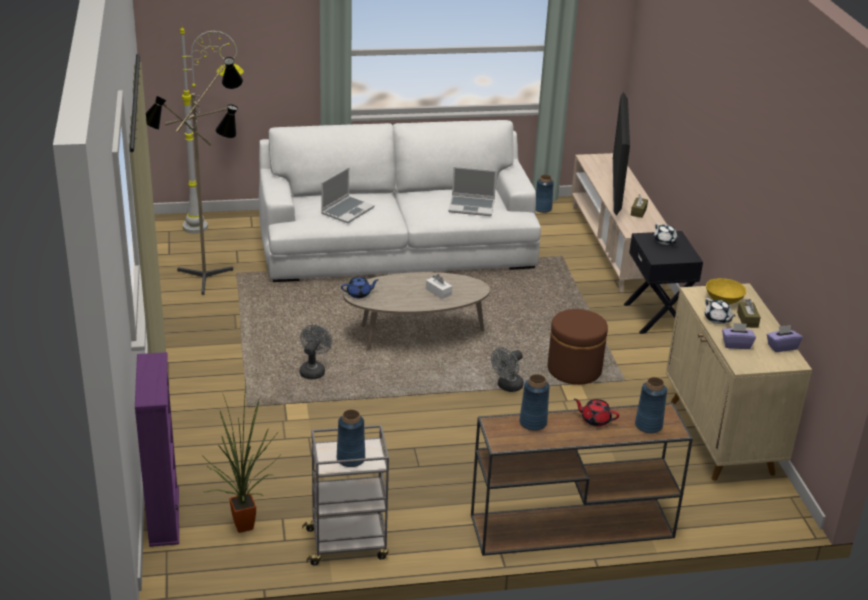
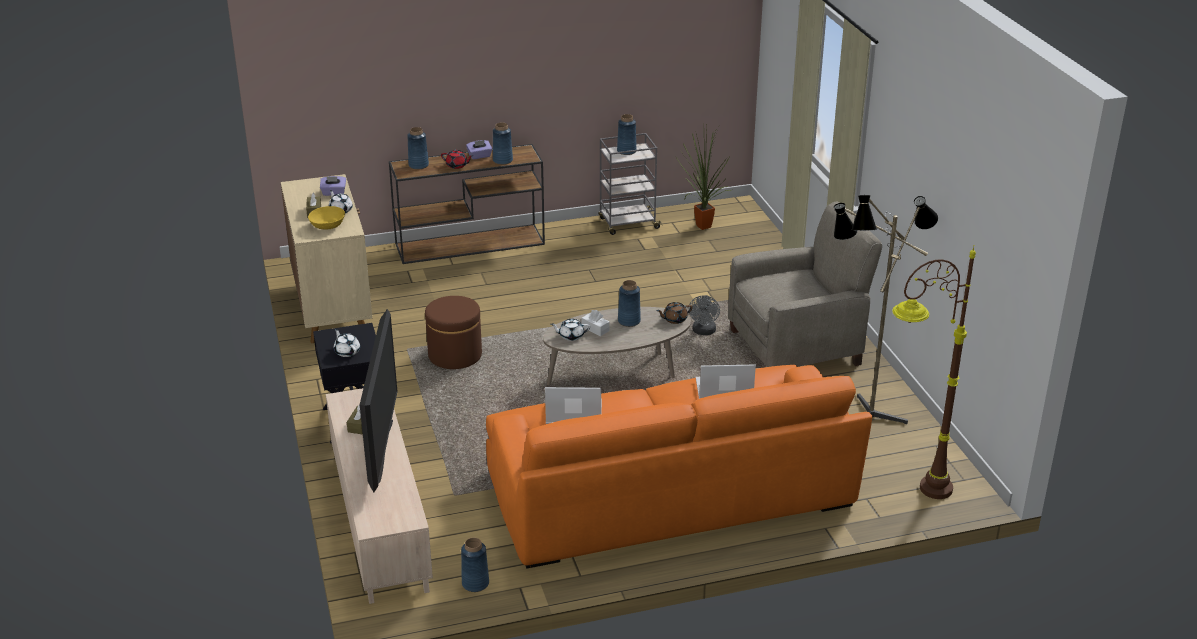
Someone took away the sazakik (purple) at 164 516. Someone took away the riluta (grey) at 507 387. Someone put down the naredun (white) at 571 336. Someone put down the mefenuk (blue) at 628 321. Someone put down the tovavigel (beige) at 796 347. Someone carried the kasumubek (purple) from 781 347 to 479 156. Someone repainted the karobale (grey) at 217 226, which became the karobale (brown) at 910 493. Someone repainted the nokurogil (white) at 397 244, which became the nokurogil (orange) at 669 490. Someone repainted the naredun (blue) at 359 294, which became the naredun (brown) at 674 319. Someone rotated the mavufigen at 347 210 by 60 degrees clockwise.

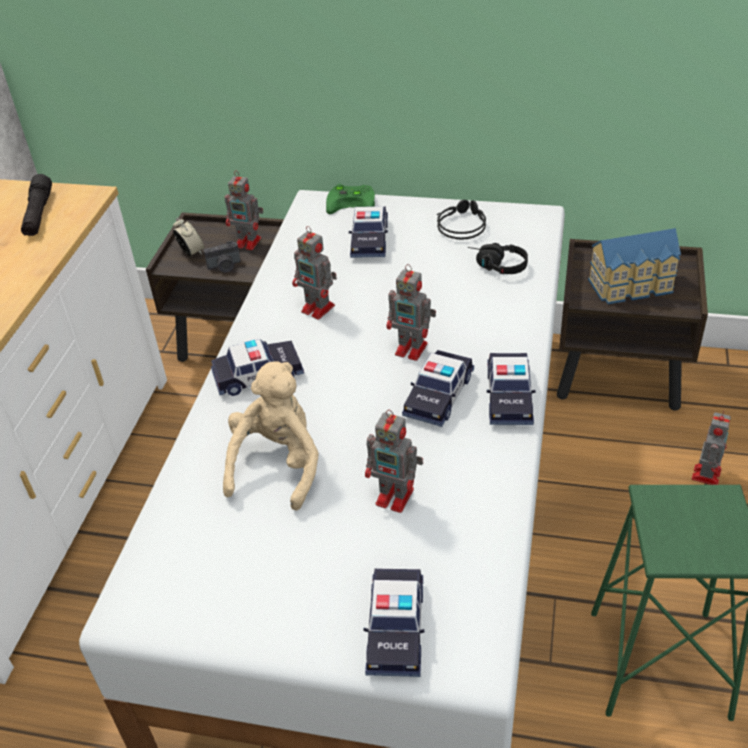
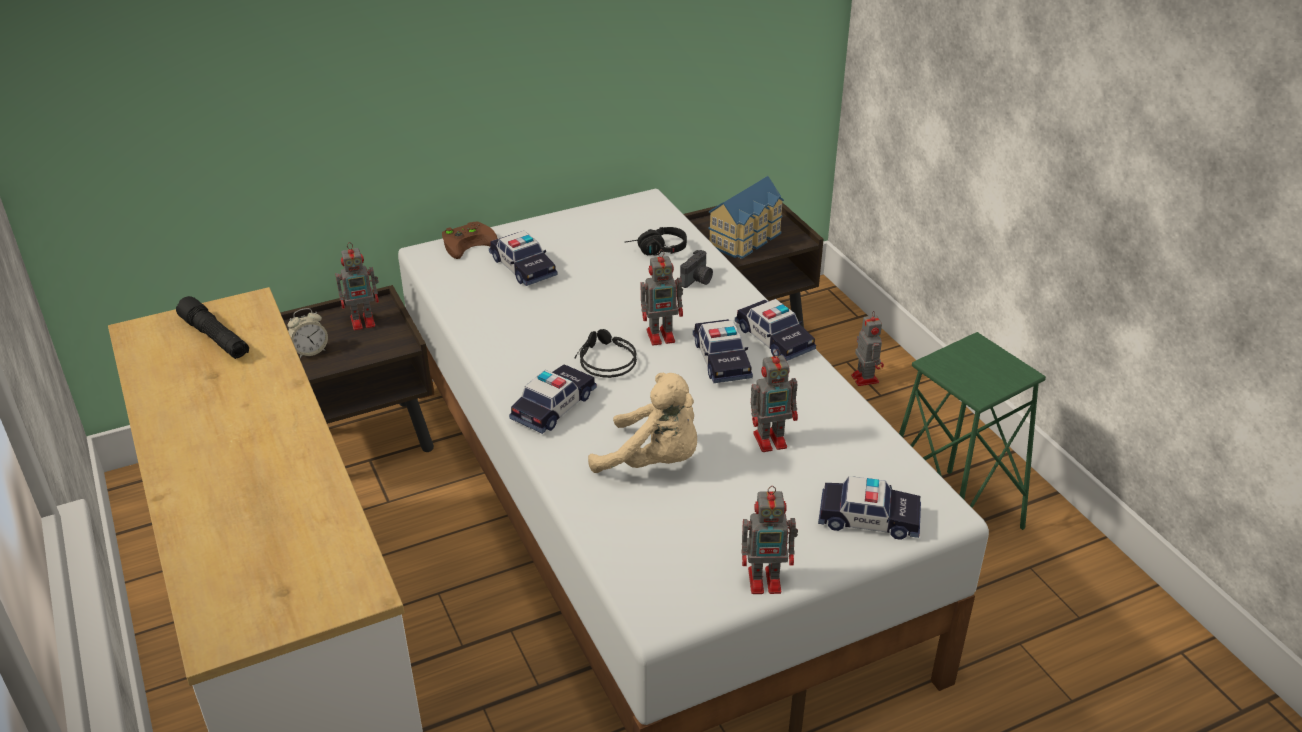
Someone carried the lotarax from 224 266 to 697 280. Someone carried the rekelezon from 319 309 to 766 580. Someone carried the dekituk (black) from 461 225 to 604 360. Someone repainted the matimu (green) at 353 202, which became the matimu (brown) at 469 242. Someone rotated the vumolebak at 191 252 by 135 degrees clockwise. Someone rotated the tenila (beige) at 277 465 by 135 degrees clockwise. Someone rotated the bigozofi at 395 628 by 45 degrees counterclockwise.

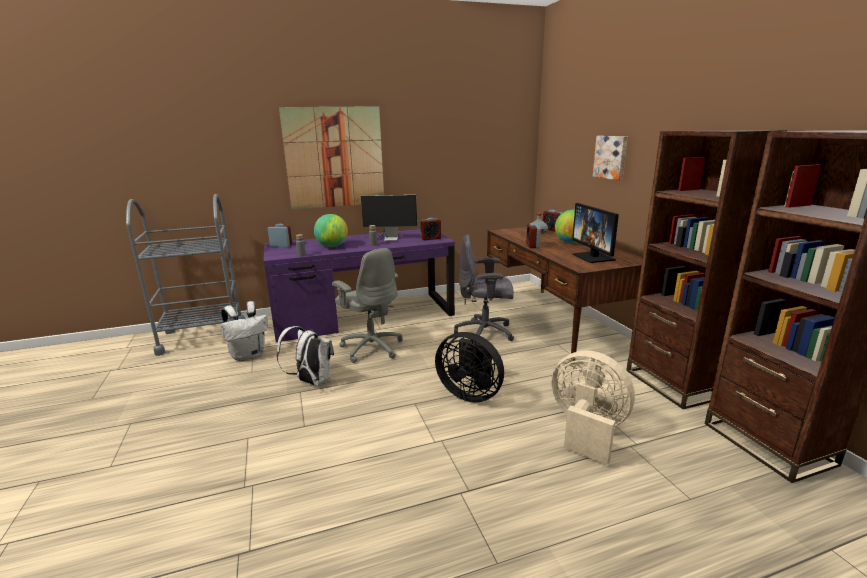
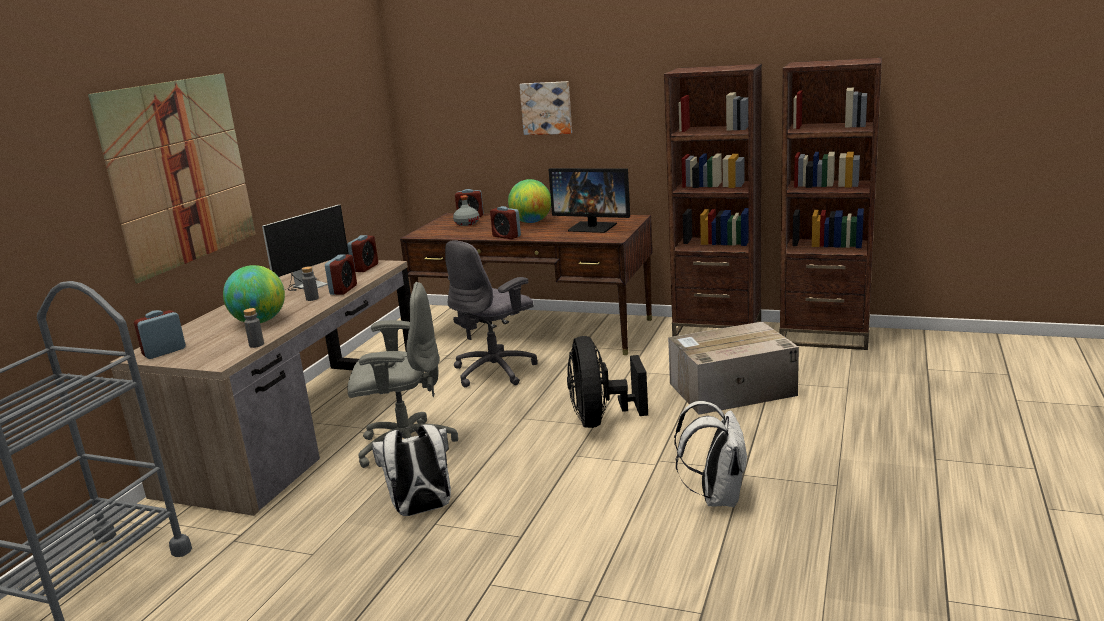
Someone put down the vumolebak at 343 290. Someone carried the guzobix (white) from 248 355 to 716 497. Someone swapped the riluta (beige) at 586 430 for the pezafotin at 730 390. Someone repainted the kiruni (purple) at 364 316, which became the kiruni (brown) at 302 428. Someone rotated the riluta (black) at 470 393 by 105 degrees clockwise.

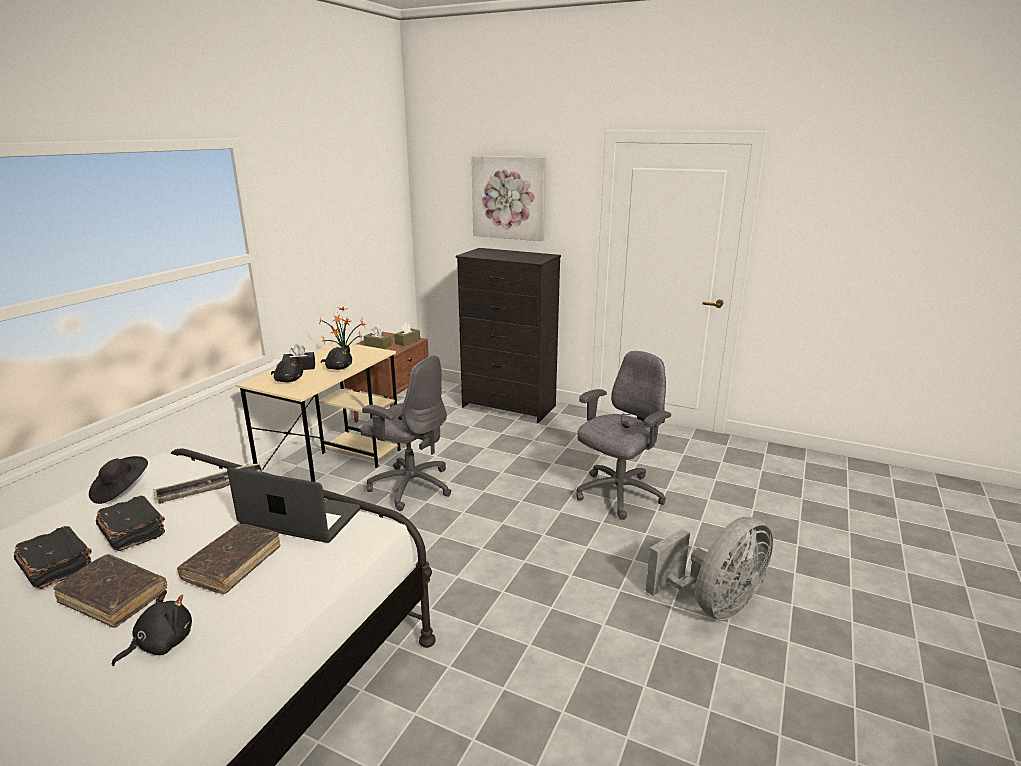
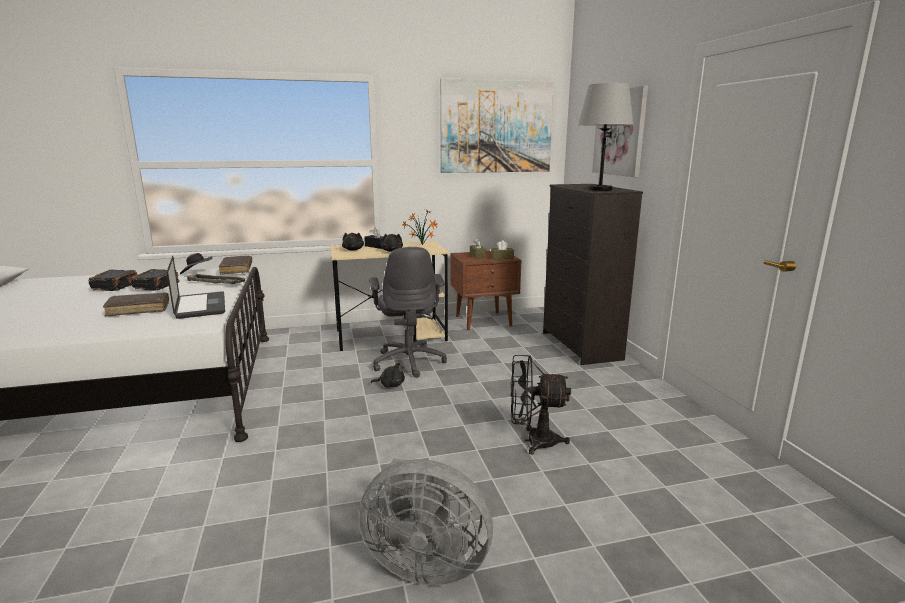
Someone put up the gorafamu at 496 127. Someone put down the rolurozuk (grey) at 599 189. Someone carried the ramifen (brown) from 113 597 to 236 269. Someone carried the tenila (black) from 161 644 to 390 385. Someone swapped the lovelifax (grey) at 618 495 for the riluta (black) at 533 441.

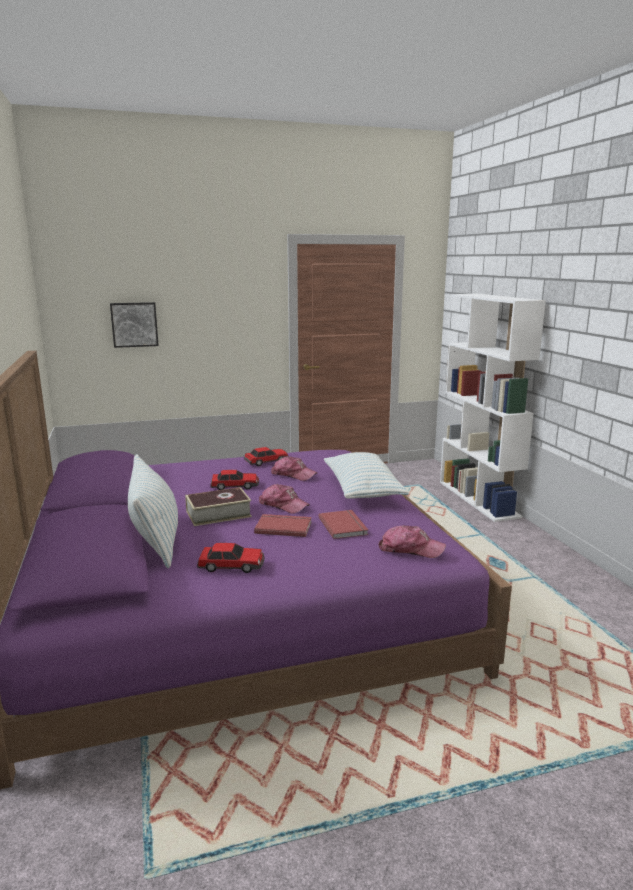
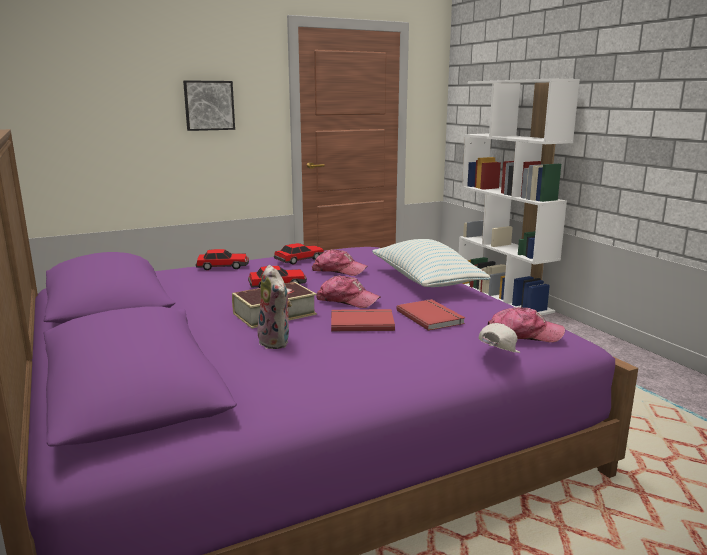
Someone took away the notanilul at 155 538. Someone put down the tenila at 277 342. Someone put down the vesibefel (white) at 496 356. Someone carried the gorafamu from 134 324 to 209 105. Someone carried the bigozofi from 232 566 to 223 266.

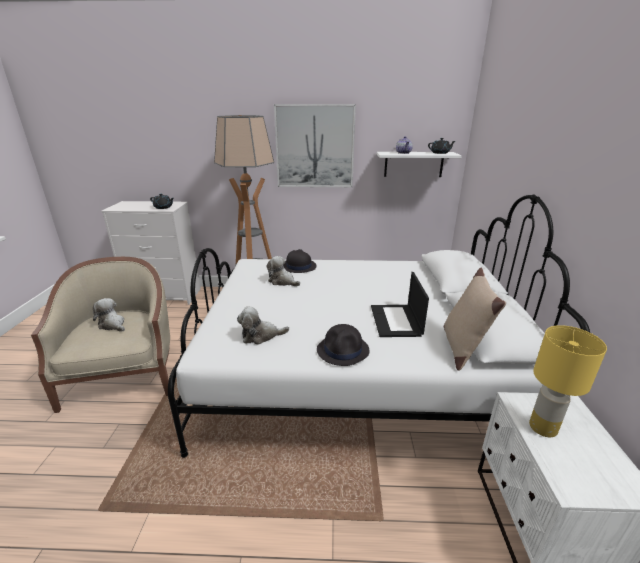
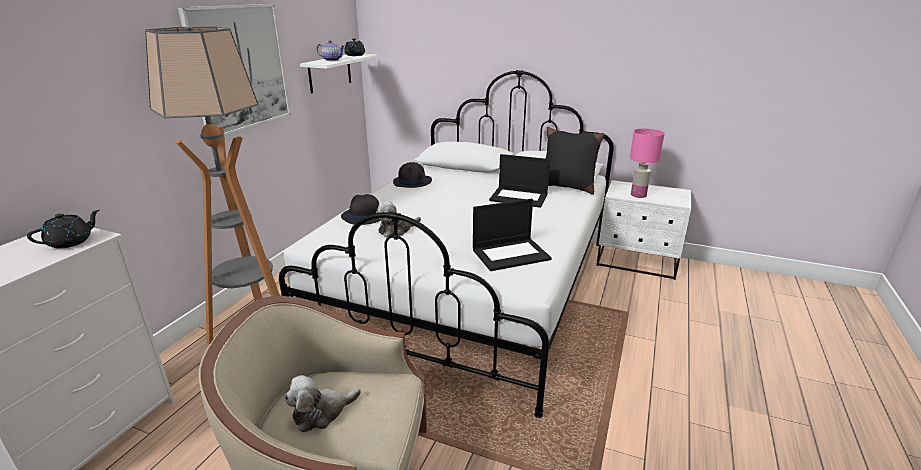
Someone carried the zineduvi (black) from 343 350 to 412 181. Someone swapped the tenila at 261 336 for the mavufigen at 511 254. Someone repainted the notanilul (beige) at 462 347, which became the notanilul (black) at 567 187. Someone repainted the rolurozuk (yellow) at 543 427, which became the rolurozuk (pink) at 638 195.

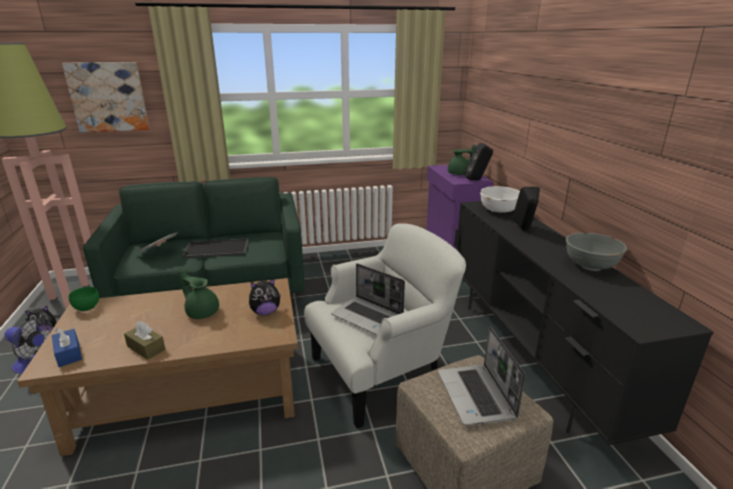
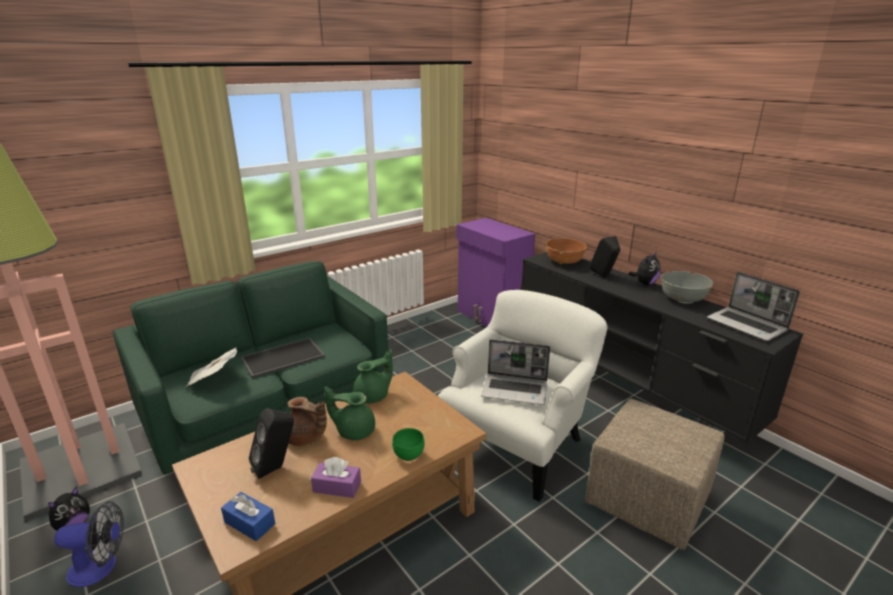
Someone took away the gorafamu at 108 97. Someone put down the naredun (brown) at 306 439. Someone carried the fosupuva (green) from 86 307 to 407 455. Someone carried the tenila from 265 312 to 645 283. Someone carried the mavufigen from 476 396 to 747 325. Someone carried the naredun (green) from 459 174 to 373 396. Someone carried the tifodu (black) from 477 179 to 276 468. Someone repainted the kasumubek (brown) at 146 348, which became the kasumubek (purple) at 337 487. Someone repainted the fosupuva (white) at 499 210, which became the fosupuva (brown) at 564 262.

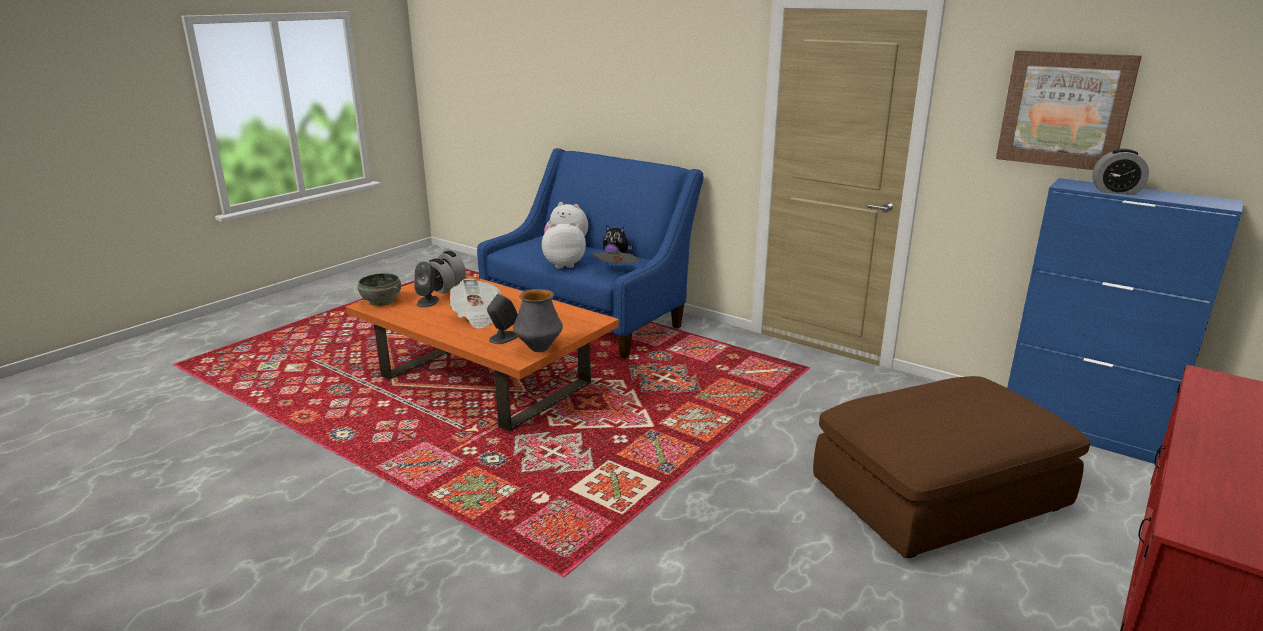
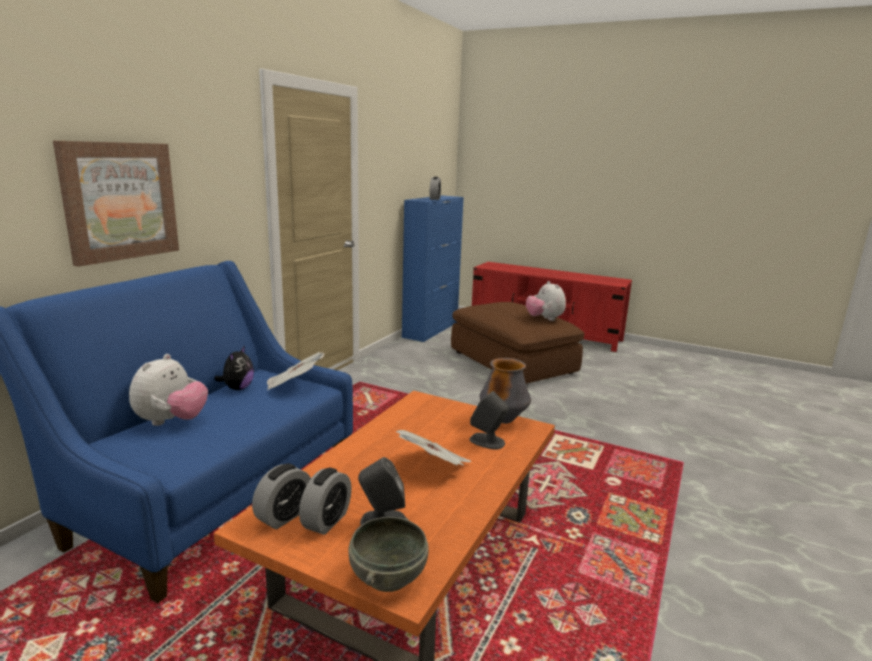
Someone carried the tenila from 563 265 to 544 319. Someone carried the gorafamu from 1065 109 to 120 201.

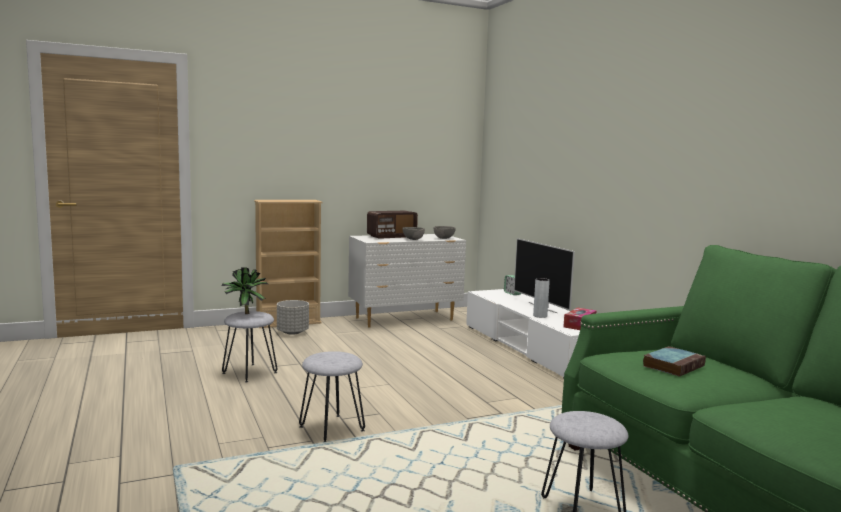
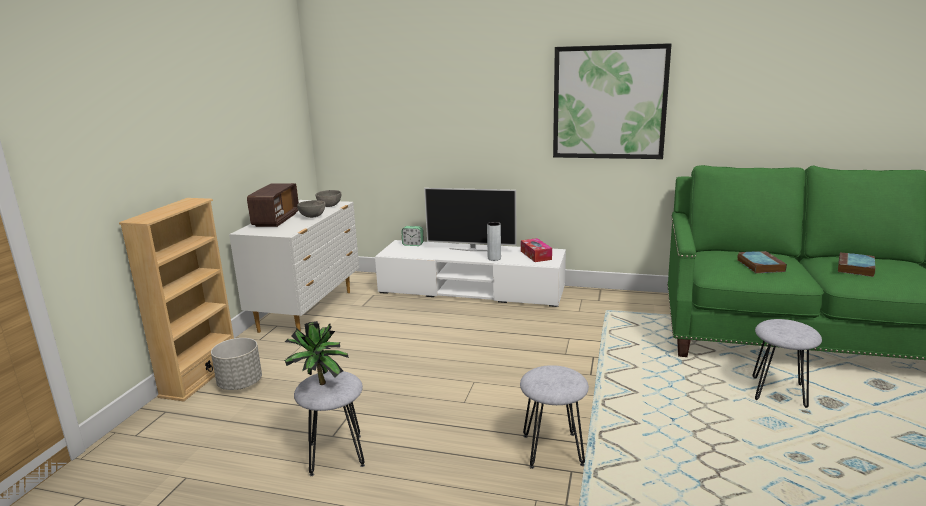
Someone put up the gorafamu at 609 102. Someone put down the ramifen at 856 268.

